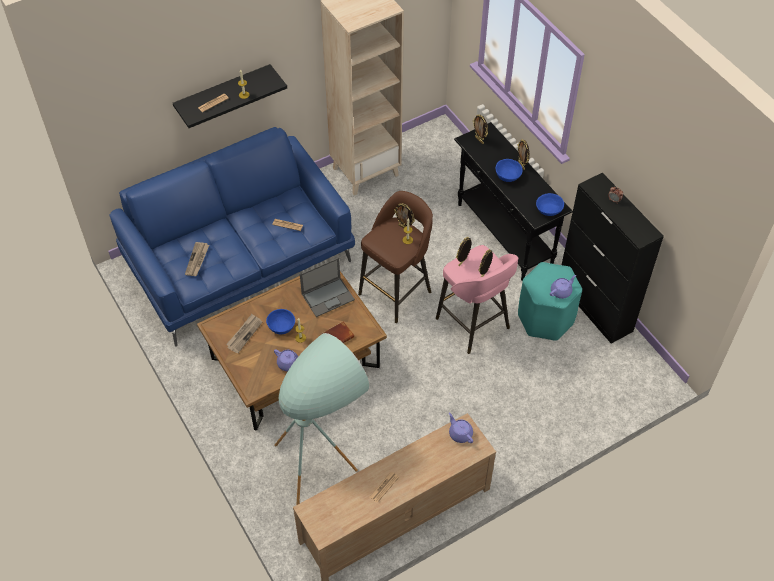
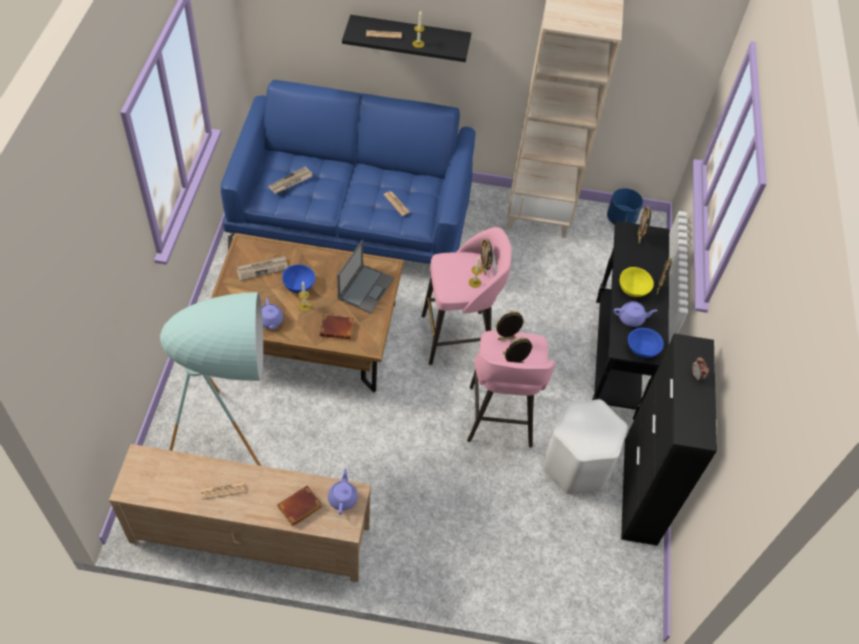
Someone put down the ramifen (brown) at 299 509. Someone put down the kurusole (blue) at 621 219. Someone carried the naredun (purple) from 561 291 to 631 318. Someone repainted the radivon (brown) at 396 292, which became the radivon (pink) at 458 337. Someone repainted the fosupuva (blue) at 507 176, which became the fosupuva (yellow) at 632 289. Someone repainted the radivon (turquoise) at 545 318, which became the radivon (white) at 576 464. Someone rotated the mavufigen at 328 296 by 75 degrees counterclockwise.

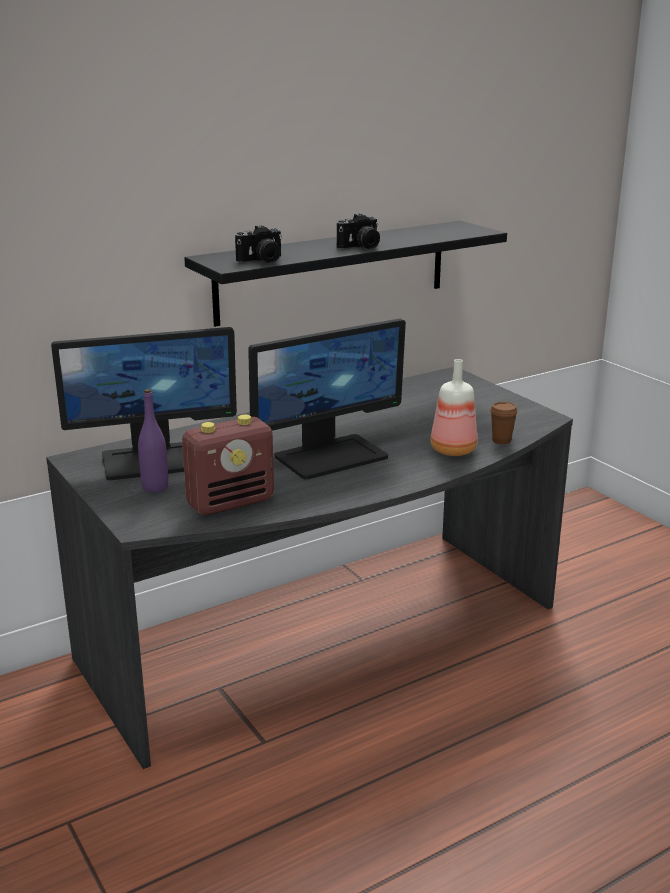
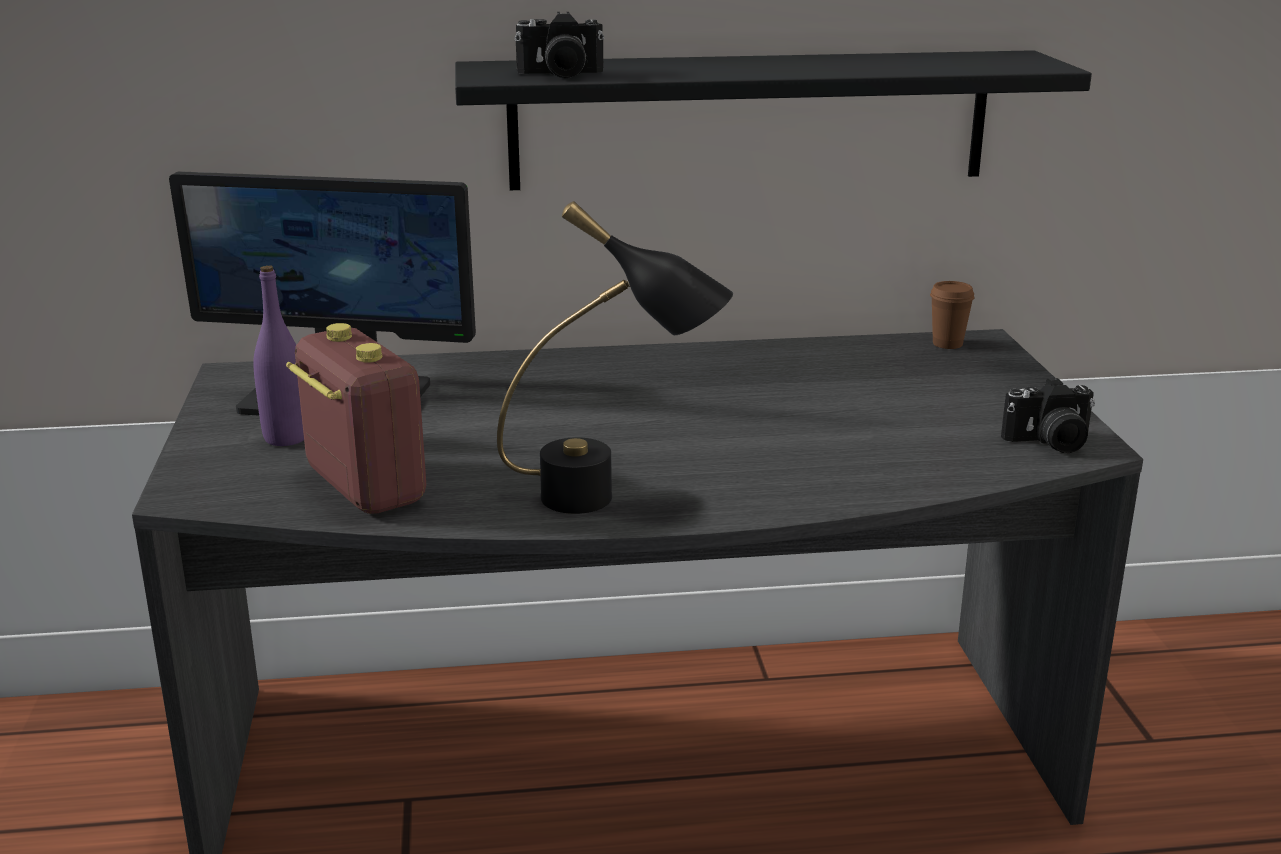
Someone took away the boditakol at 330 456. Someone took away the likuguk at 453 451. Someone put down the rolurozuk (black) at 612 499. Someone carried the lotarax from 361 247 to 1050 443. Someone carried the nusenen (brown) from 501 440 to 947 344. Someone rotated the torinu at 231 503 by 120 degrees counterclockwise.

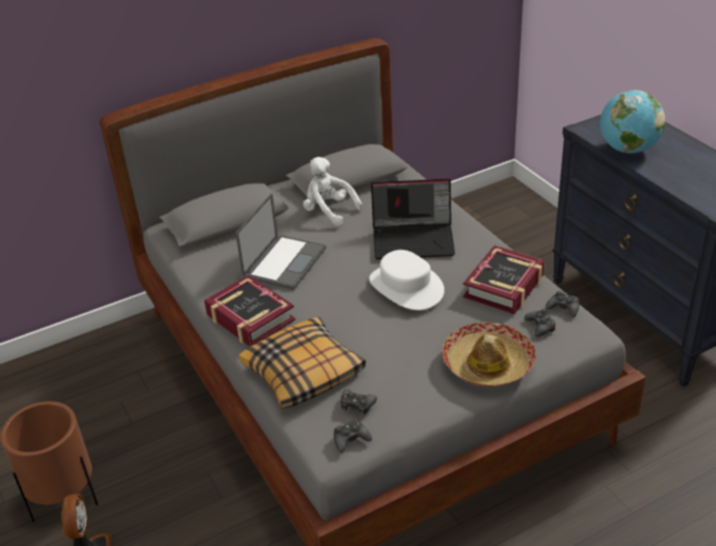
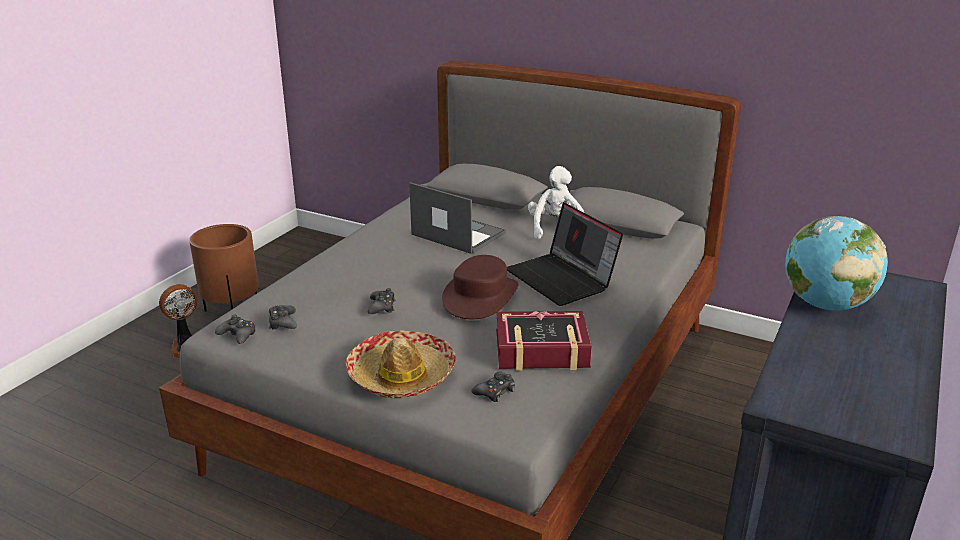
Someone took away the ramifen at 250 318. Someone took away the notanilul at 303 373. Someone carried the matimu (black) from 563 308 to 382 307. Someone repainted the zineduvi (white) at 405 287, which became the zineduvi (brown) at 480 296. Someone rotated the mavufigen at 285 262 by 135 degrees counterclockwise.

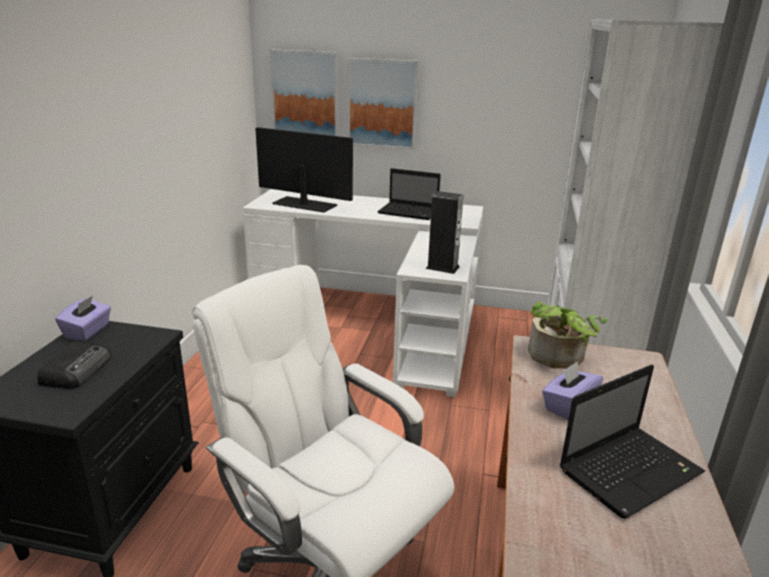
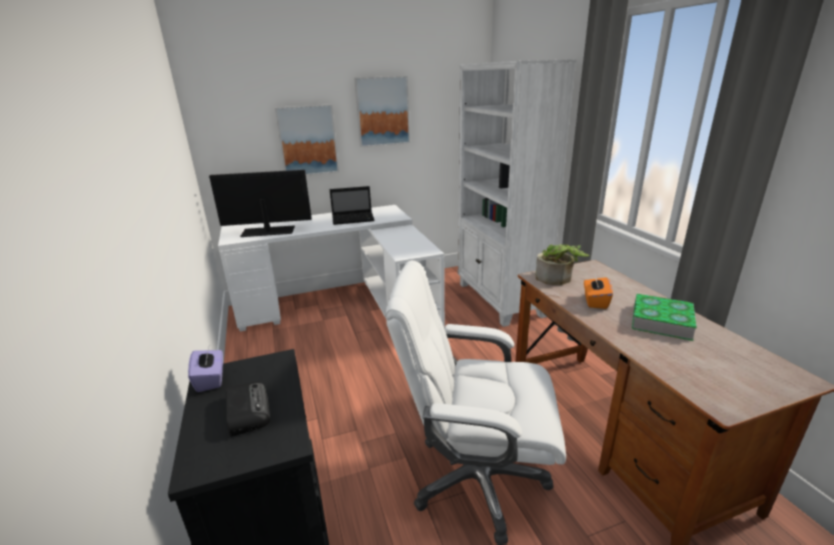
Someone took away the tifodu at 442 267. Someone carried the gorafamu from 305 94 to 382 111. Someone swapped the mavufigen at 631 470 for the ramifen at 661 321. Someone repainted the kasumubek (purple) at 568 406, which became the kasumubek (orange) at 595 301.

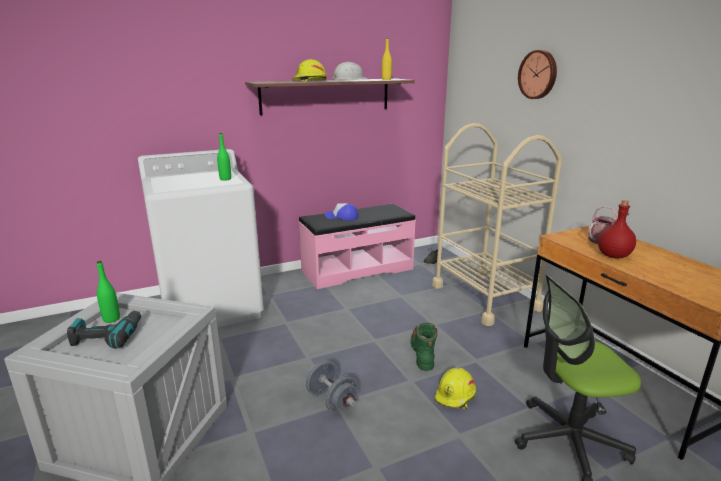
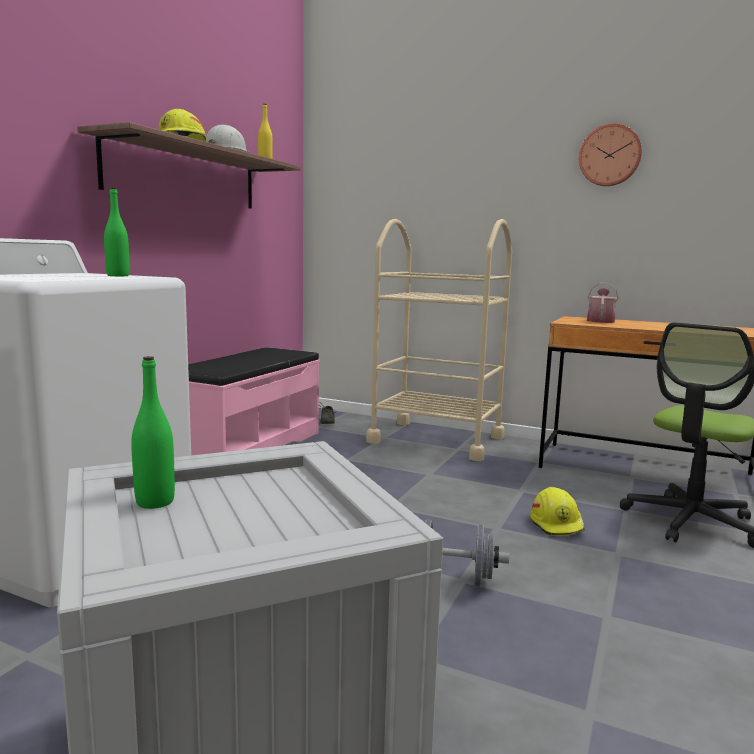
Someone took away the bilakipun at 108 336. Someone took away the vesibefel at 342 217. Someone took away the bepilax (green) at 422 353. Someone took away the likuguk (red) at 613 256. Someone carried the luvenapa from 538 74 to 610 155.

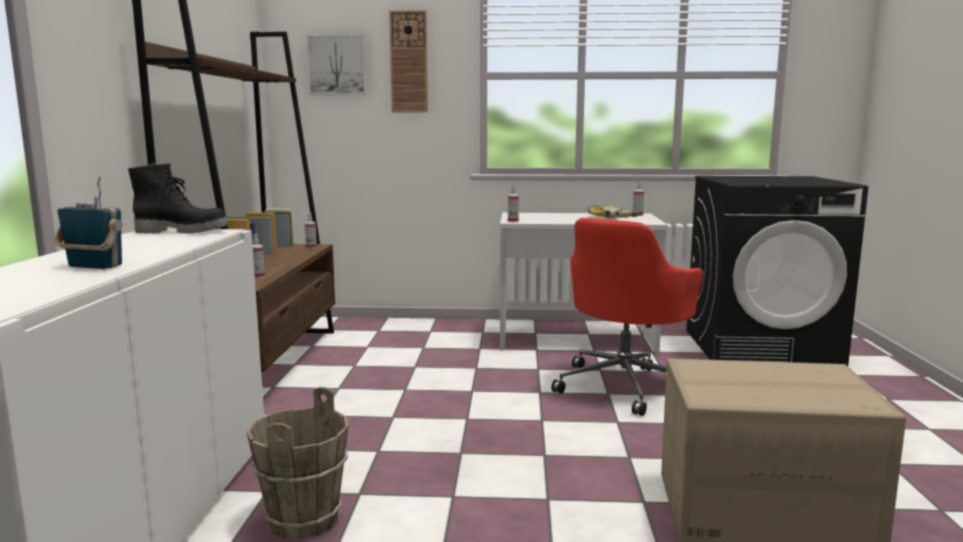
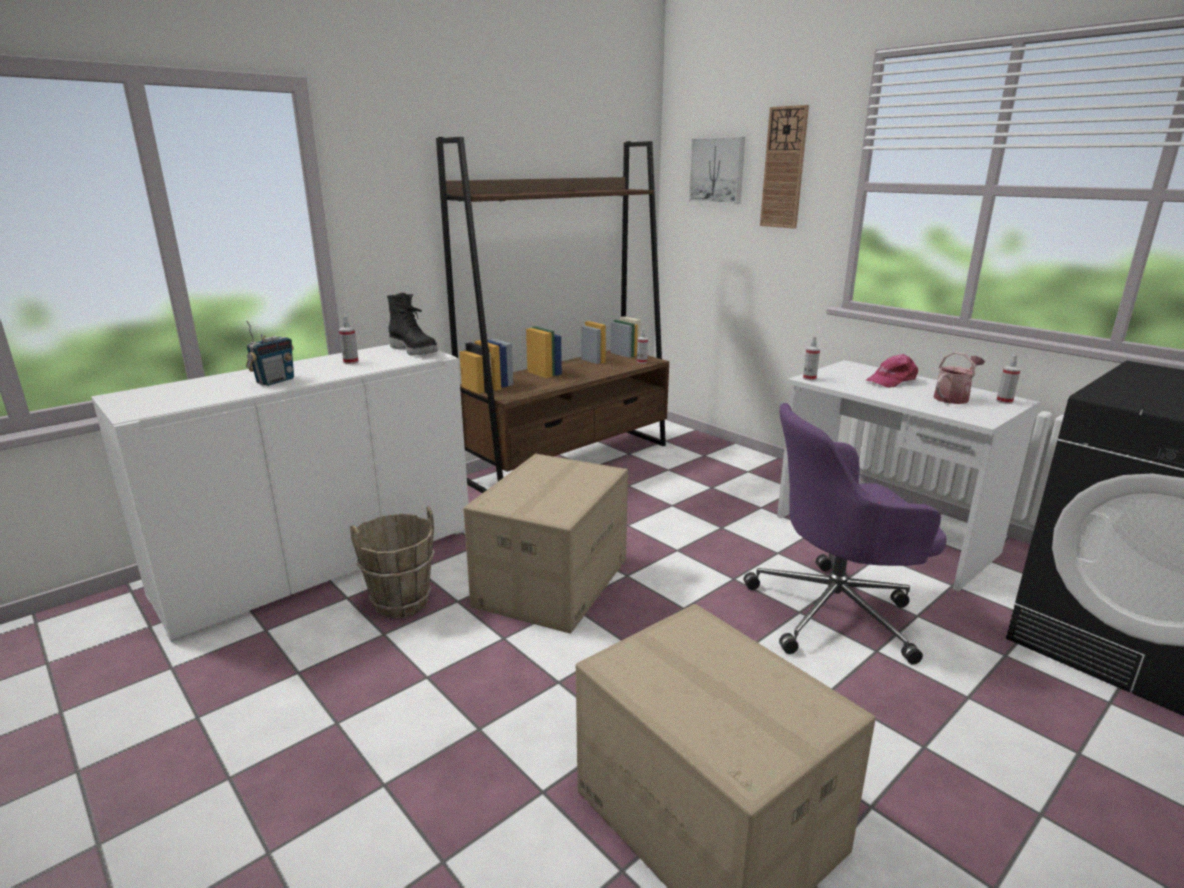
Someone put down the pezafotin at 551 582. Someone put down the vesibefel (pink) at 891 380. Someone carried the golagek from 258 277 to 351 362. Someone swapped the bilakipun at 612 217 for the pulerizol at 953 397. Someone repainted the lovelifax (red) at 625 385, which became the lovelifax (purple) at 836 612. Someone rotated the torinu at 94 266 by 60 degrees clockwise.

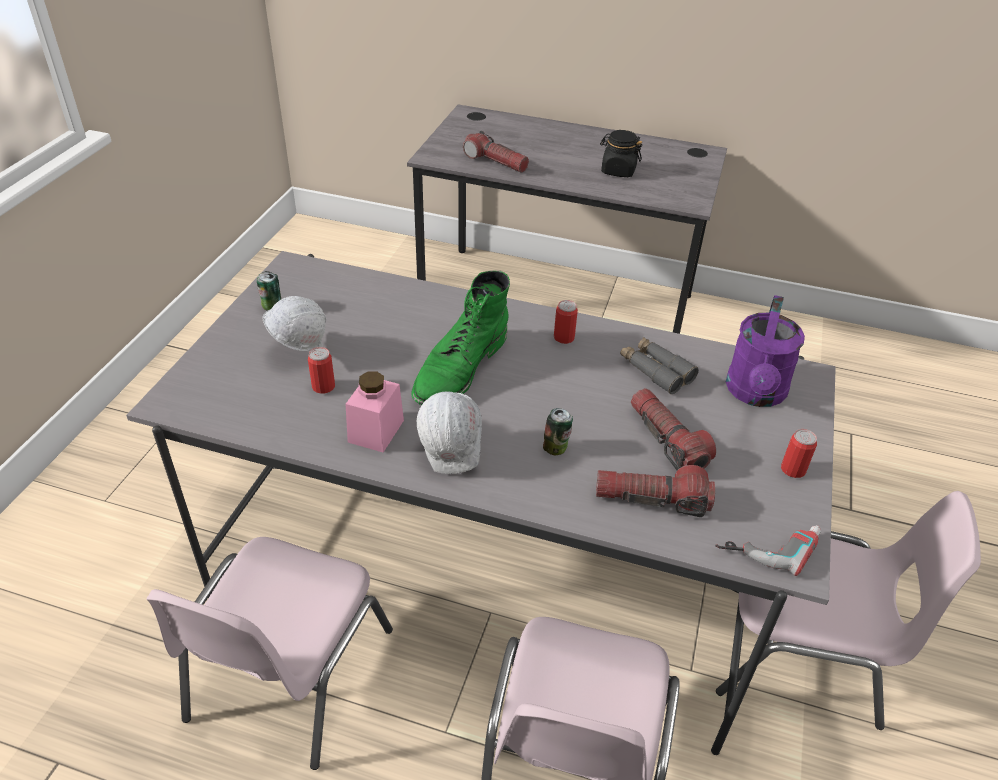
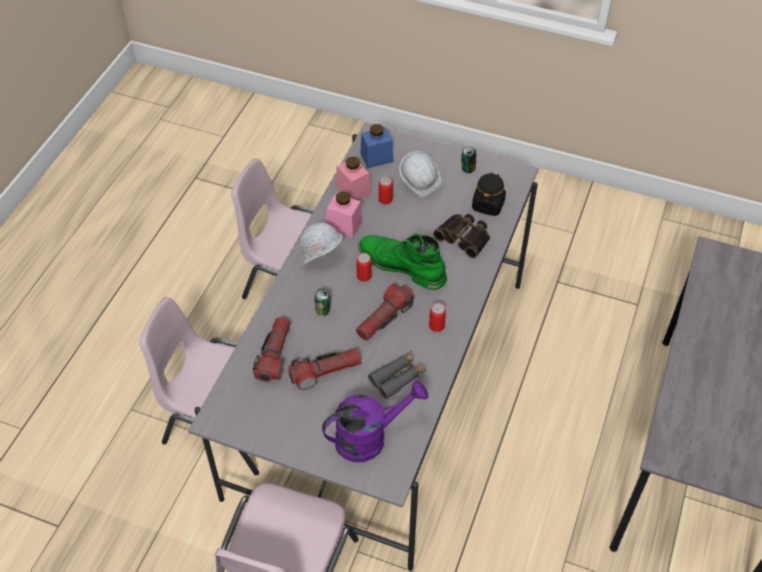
Someone took away the bilakipun at 768 543. Someone put down the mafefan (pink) at 353 190. Someone put down the mafefan (blue) at 377 157. Someone put down the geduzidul at 464 237. Someone carried the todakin from 495 162 to 384 318. Someone carried the mafefan (black) from 618 171 to 488 205. Someone carried the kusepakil from 793 469 to 364 276. Someone rotated the pulerizol (purple) at 755 394 by 135 degrees clockwise.

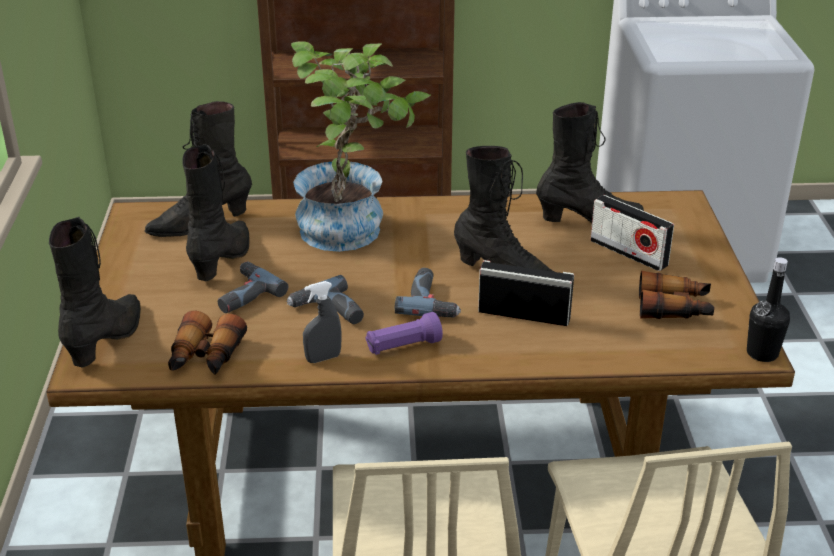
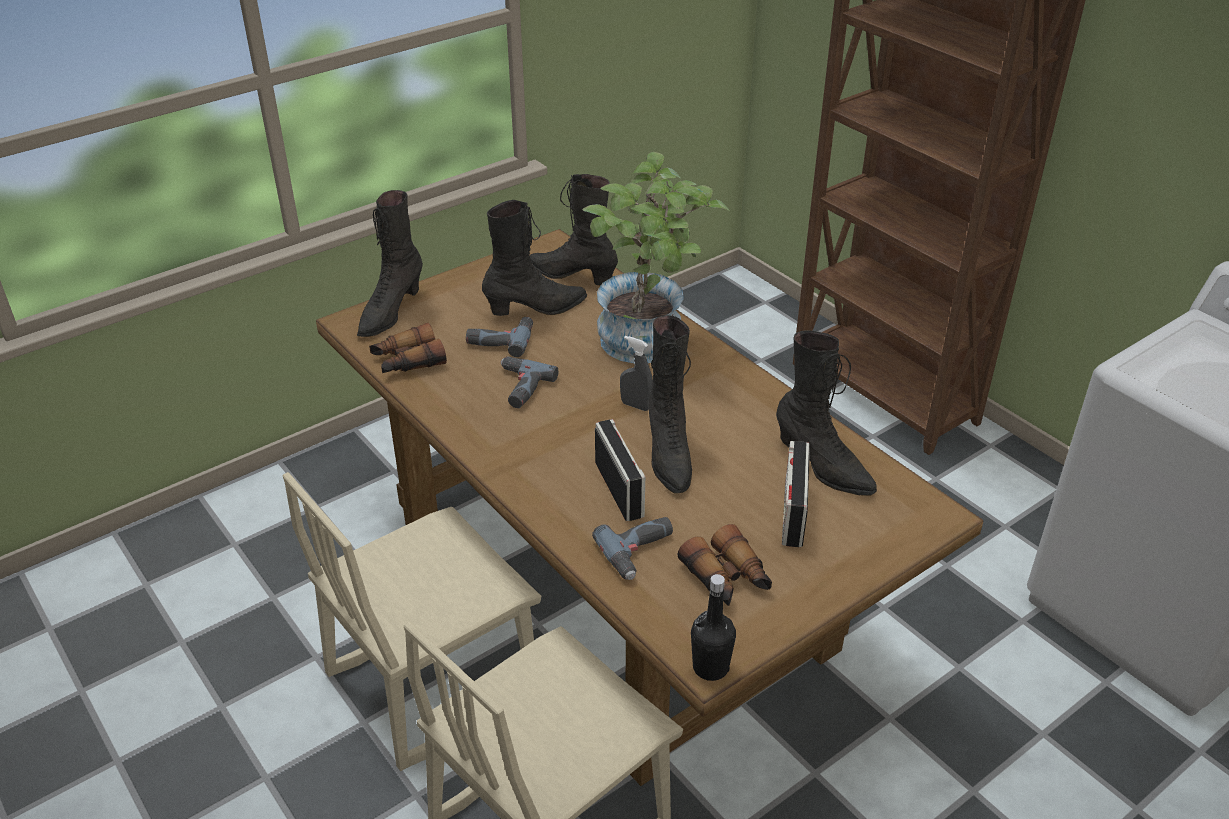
Someone took away the todakin (purple) at 403 346. Someone carried the golagek (grey) from 323 358 to 636 405. Someone carried the bilakipun from 432 301 to 641 552. Someone rotated the bepilax (black) at 107 340 by 135 degrees clockwise.

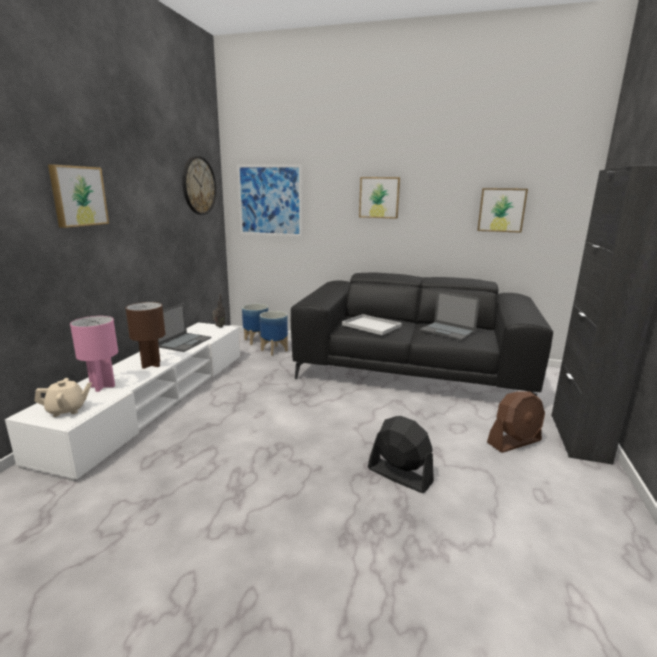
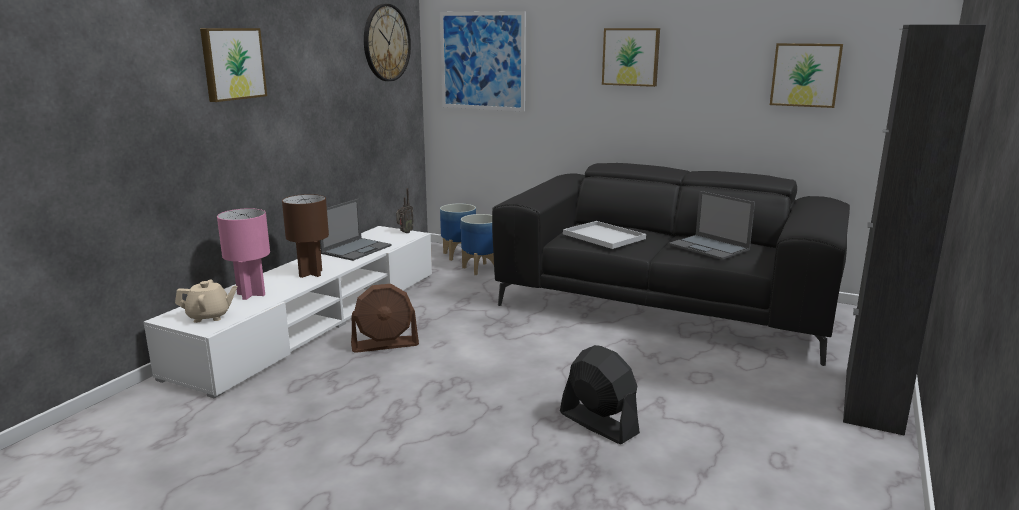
Someone carried the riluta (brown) from 514 442 to 385 344.

